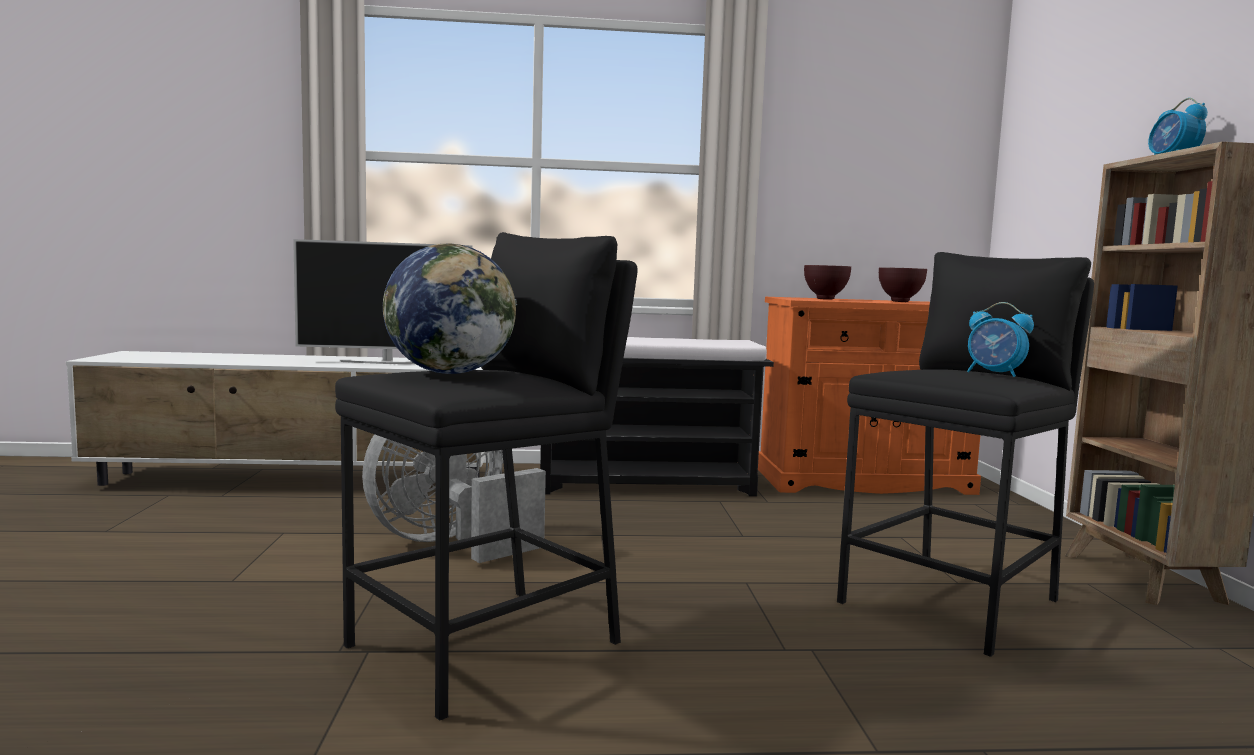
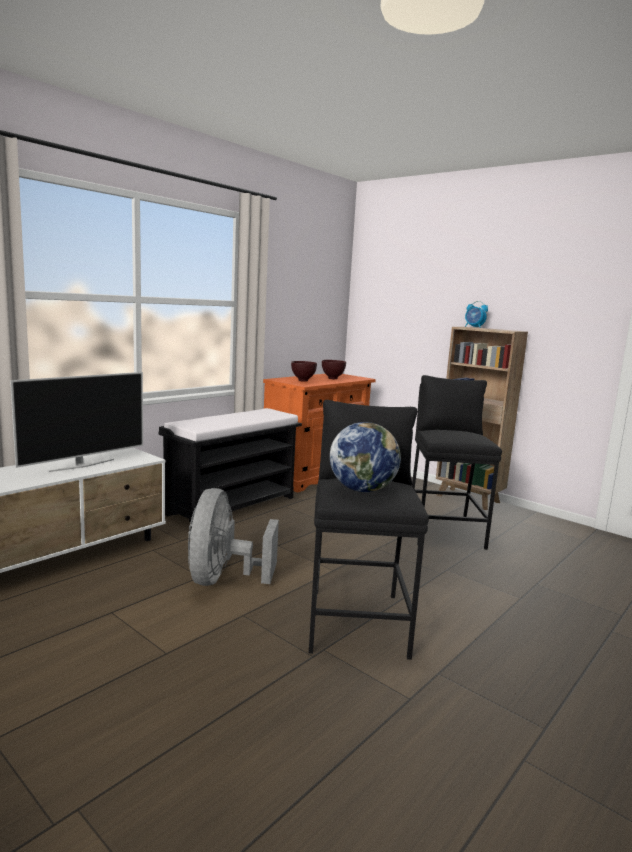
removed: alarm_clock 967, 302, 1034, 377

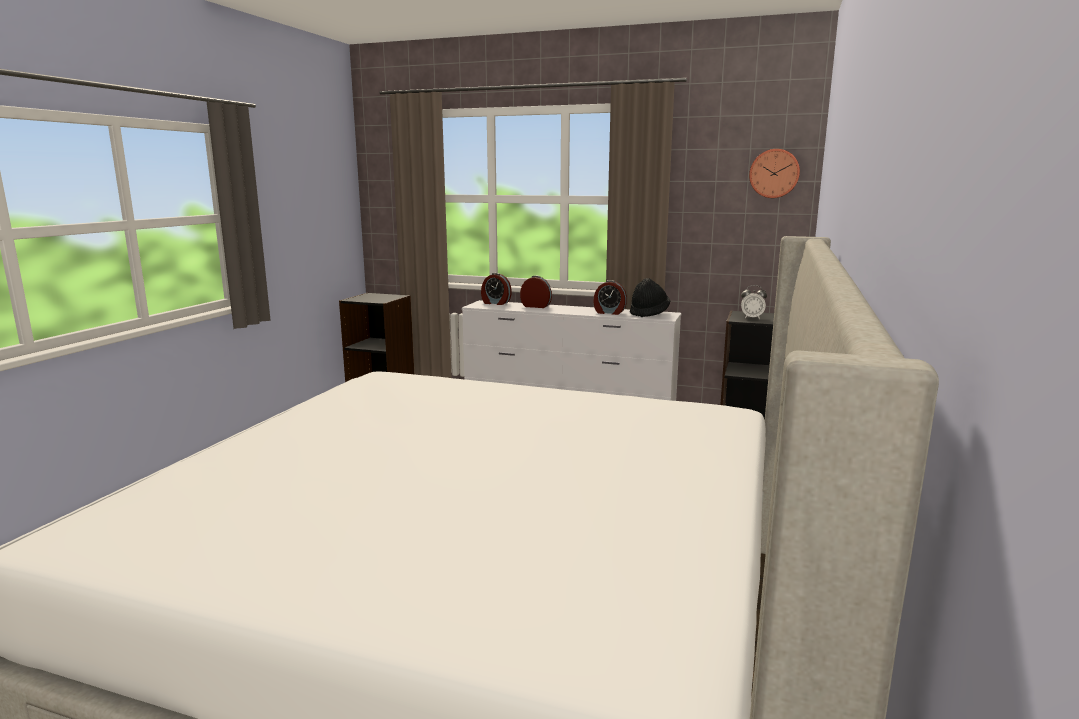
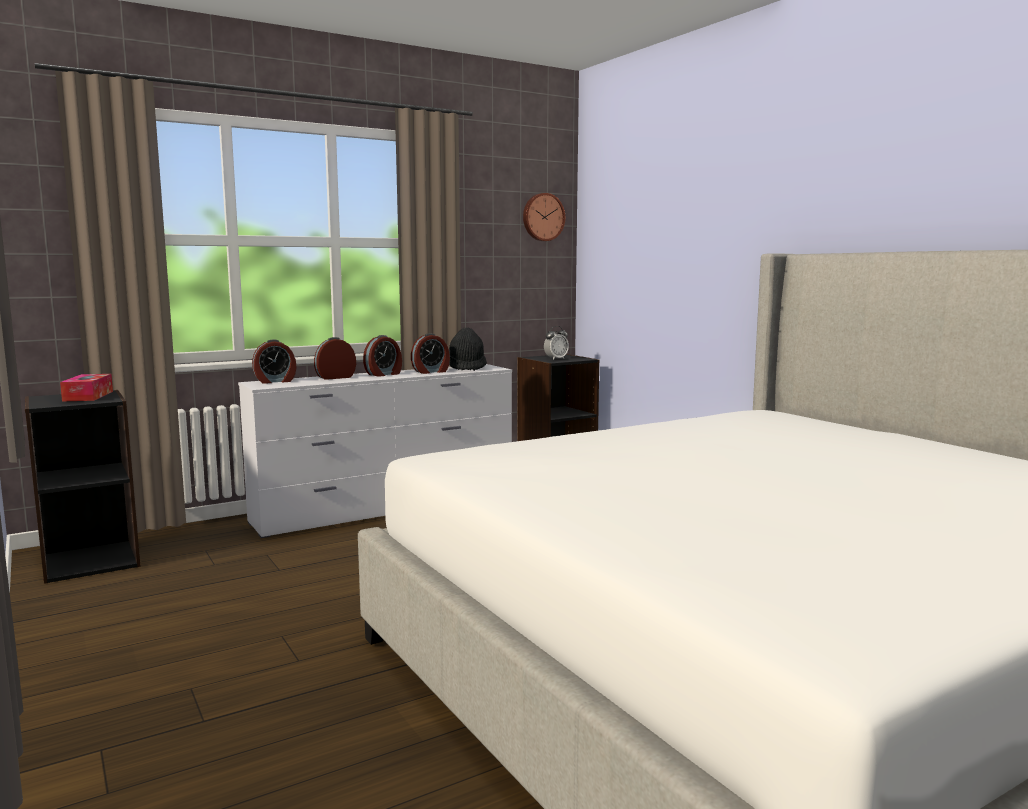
added: tissue_holder 60, 374, 113, 401; alarm_clock 363, 335, 402, 377

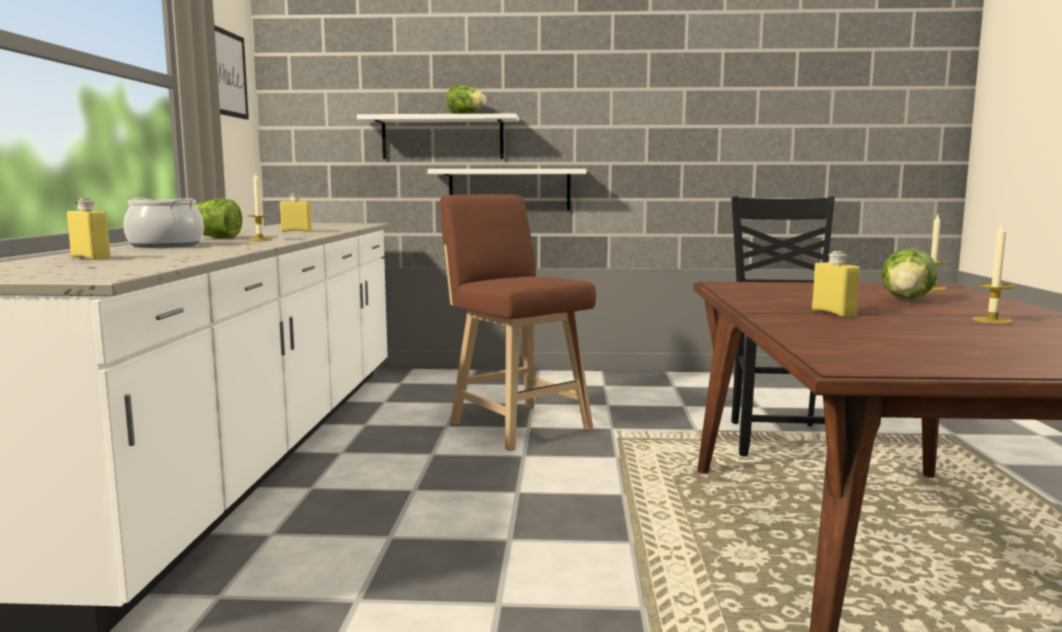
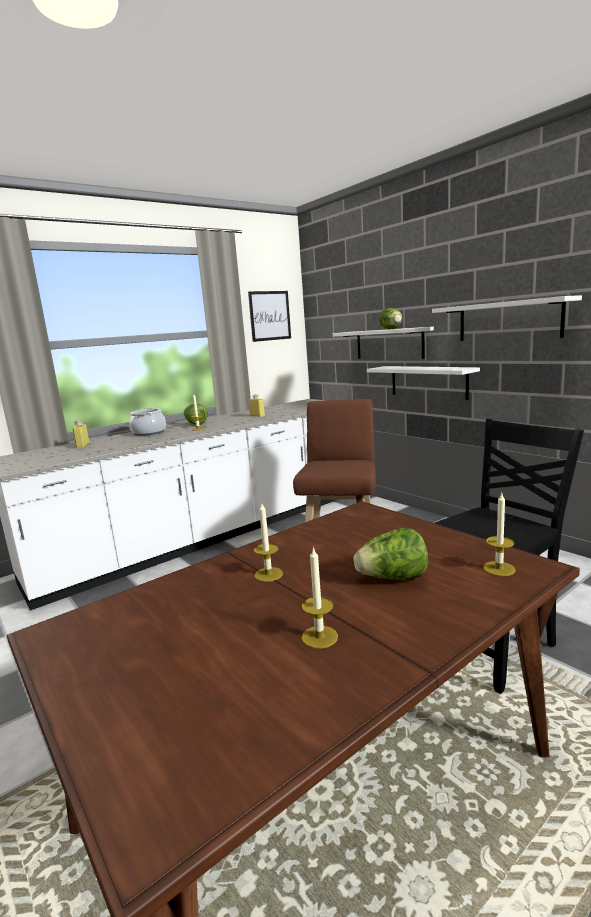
added: white_bracket_shelf 432, 295, 582, 341
replaced: yellow-coloured_beverage_bottle 812, 251, 860, 317 to wax_candle 254, 502, 283, 582

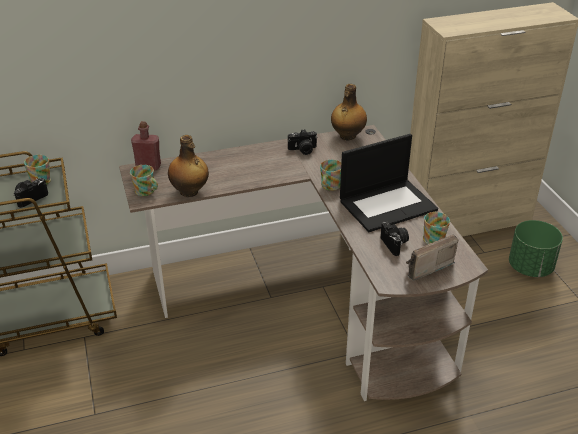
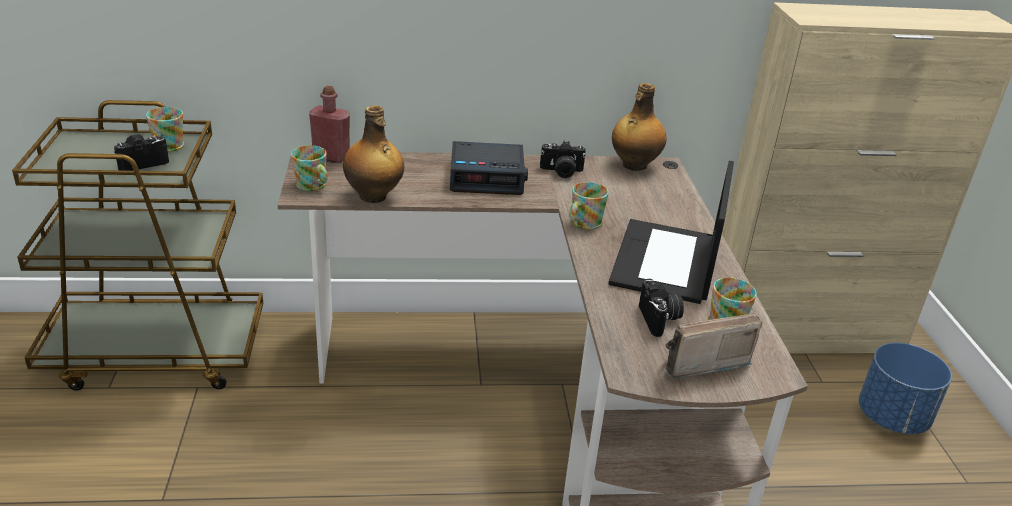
added: alarm_clock 450, 141, 528, 195
recoloured: green_flower_pot 509, 220, 563, 277 to bluish_flower_pot 859, 343, 952, 434
turned: laptop 340, 134, 438, 232 = 608, 161, 734, 304 120 degrees clockwise

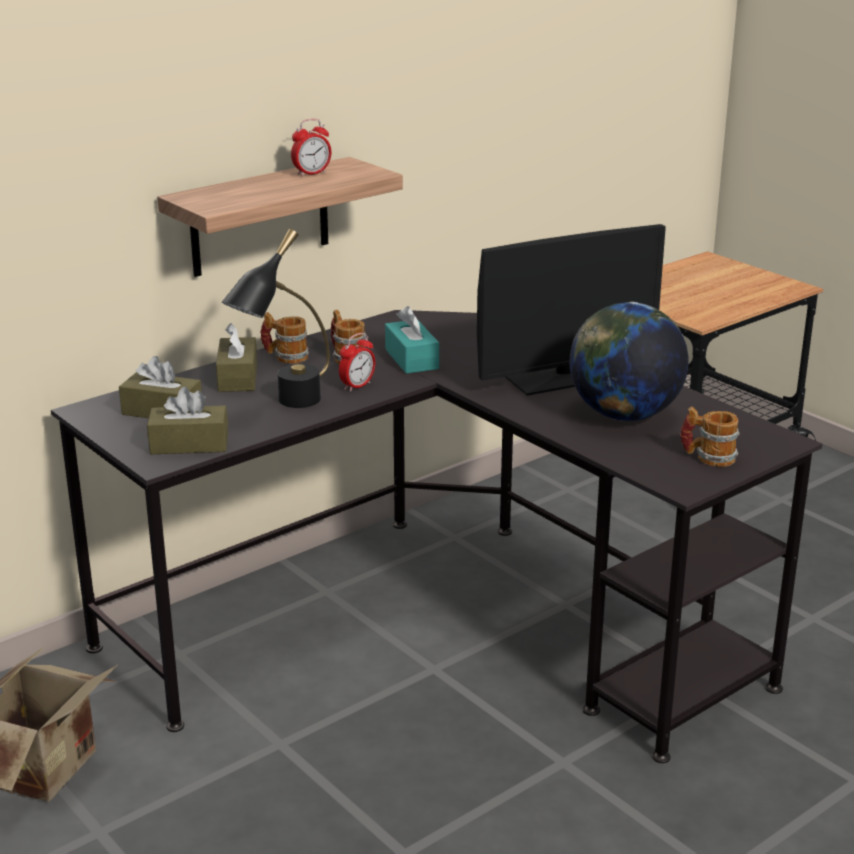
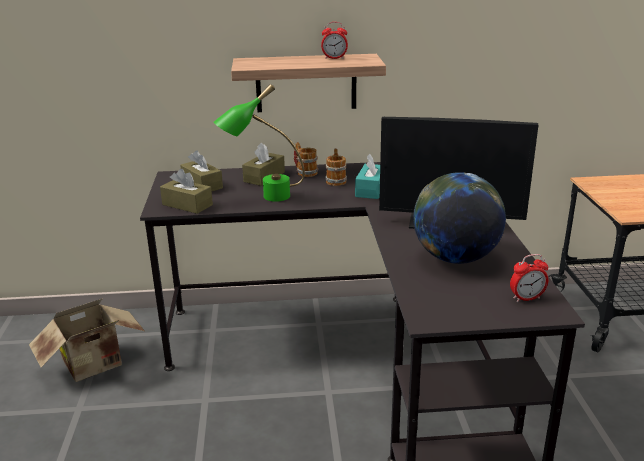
removed: coffee_mug 680, 407, 740, 467
moved: alarm_clock 339, 333, 375, 392 to 510, 254, 548, 302
recoloured: black_tabletop_lamp 222, 229, 330, 408 to green_tabletop_lamp 214, 84, 305, 202

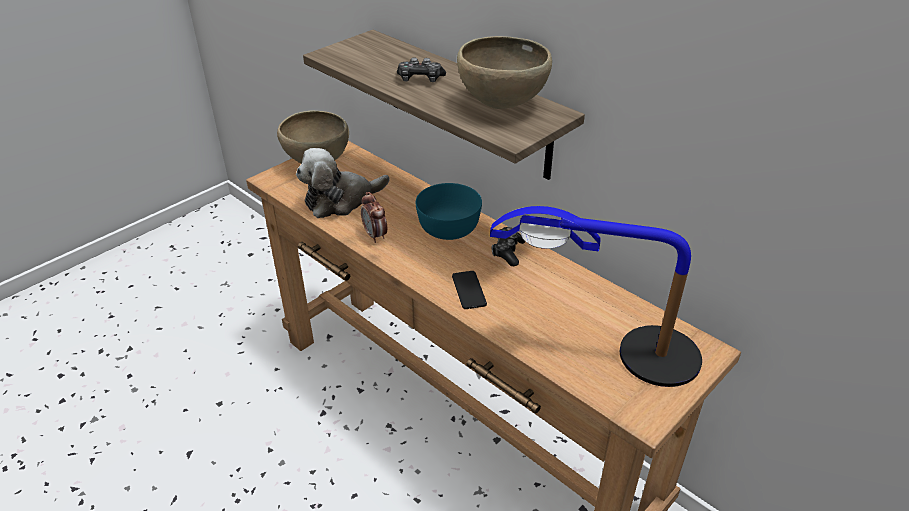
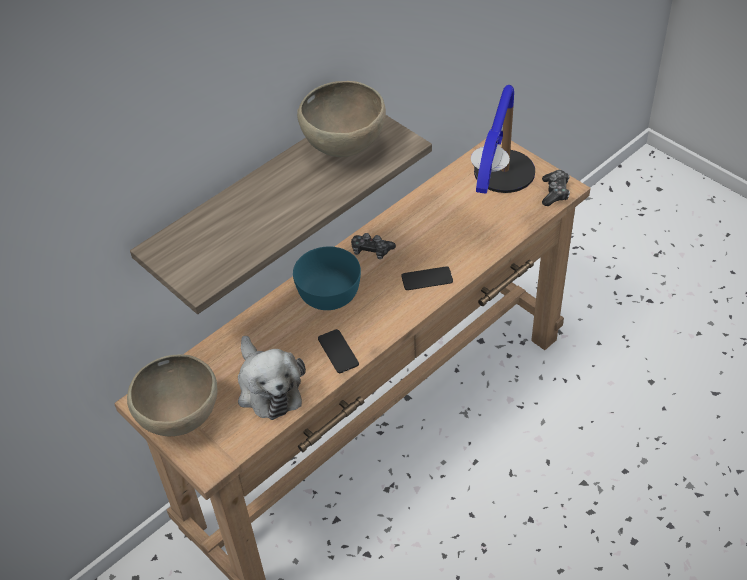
moved: gamepad 397, 57, 446, 82 to 542, 170, 570, 206
replaced: alarm_clock 361, 192, 387, 243 to phone 318, 329, 359, 373

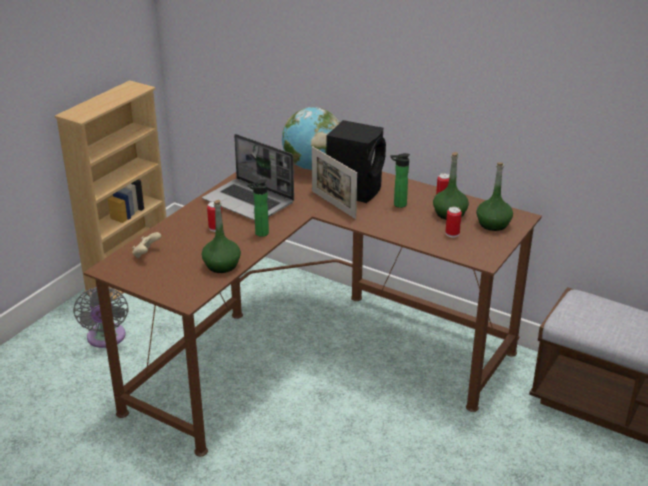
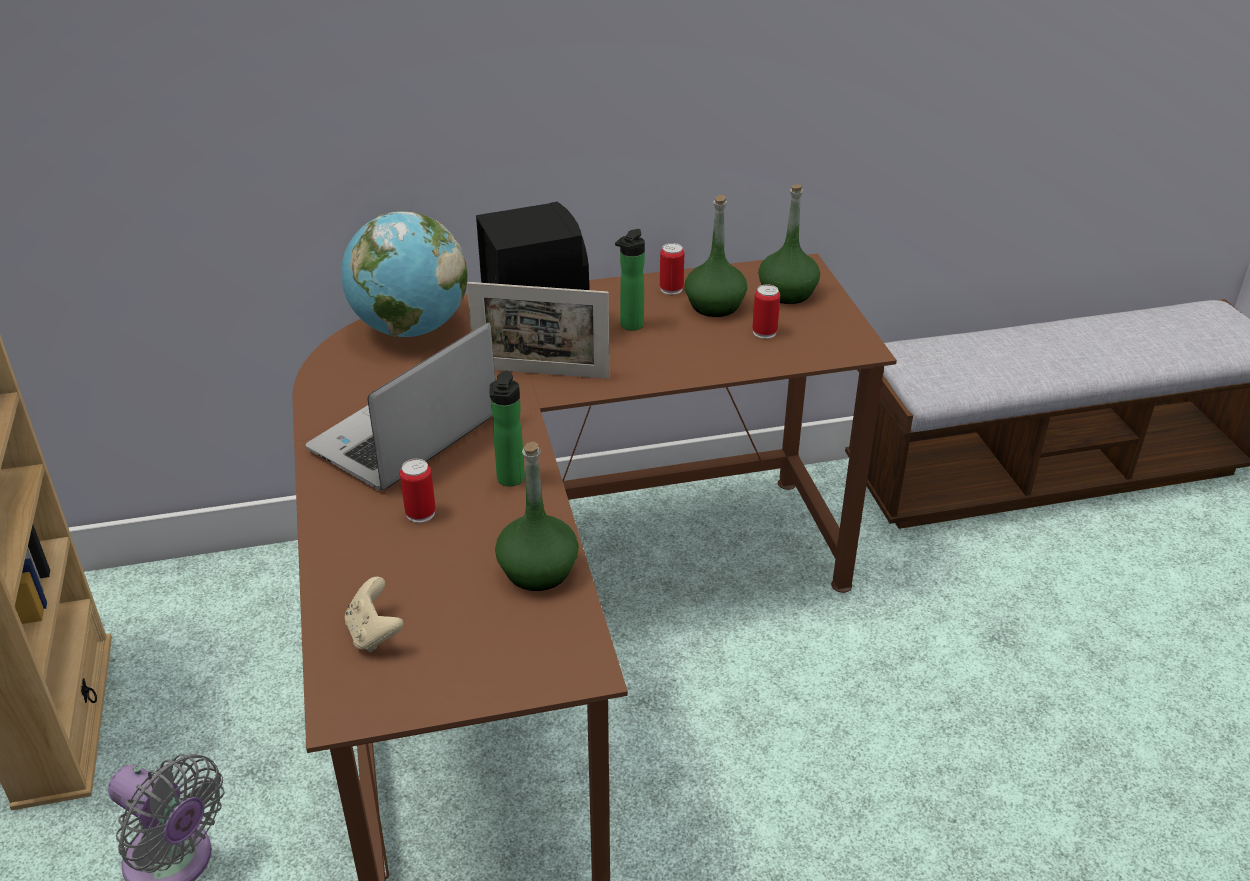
turned: laptop 202, 134, 294, 221 = 306, 323, 495, 490 135 degrees clockwise

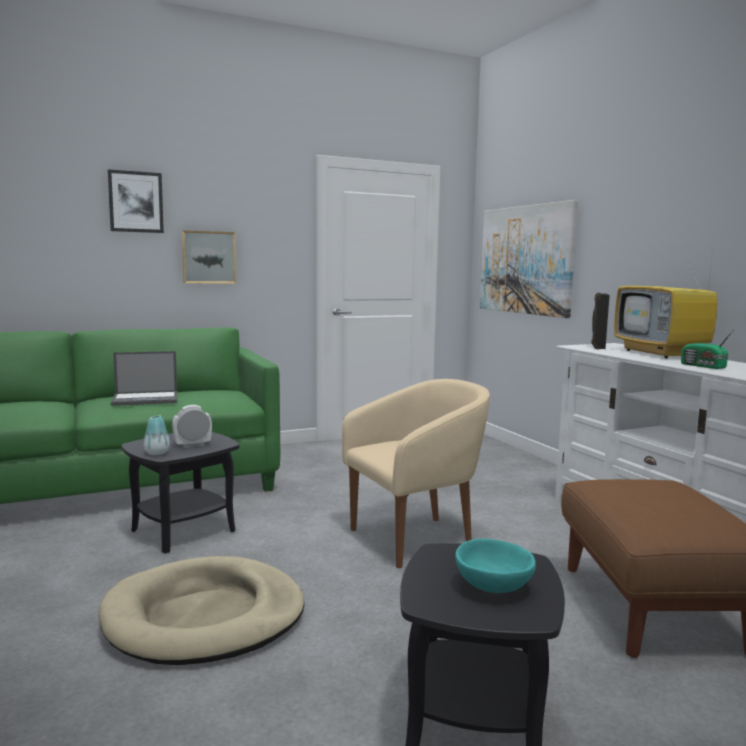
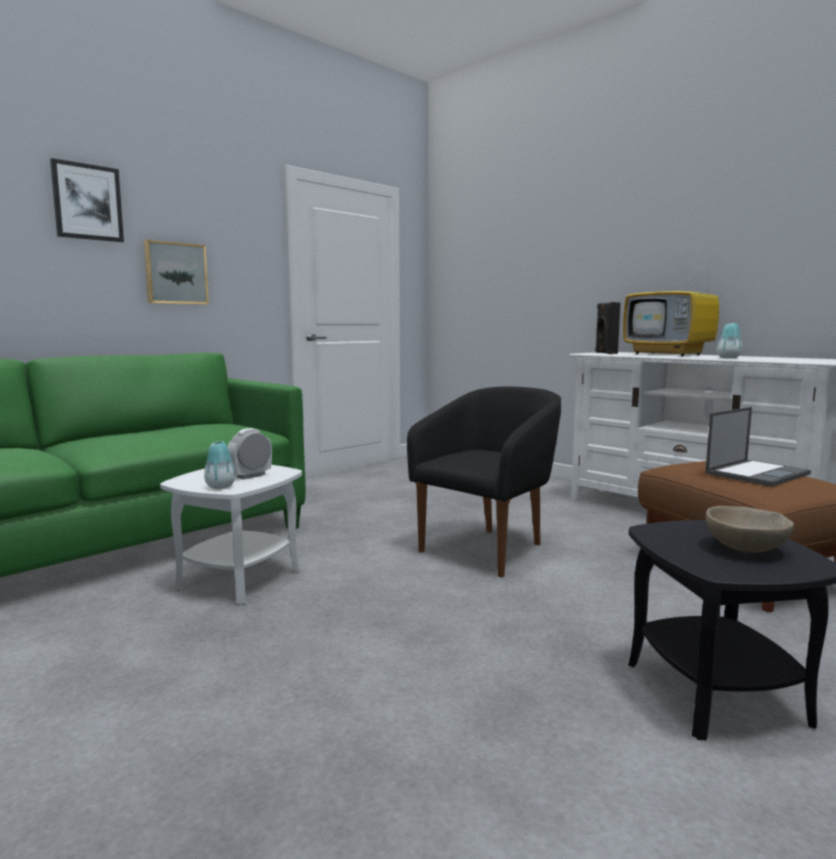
removed: sand-coloured_dog_bed 99, 556, 304, 665; wall_art 480, 200, 578, 318
moved: laptop 111, 351, 177, 406 to 705, 407, 811, 487
replaced: radio 681, 328, 735, 369 to flower_vase 717, 323, 742, 358
recoloured: black_side_table 122, 432, 240, 553 to white_side_table 160, 465, 302, 605; sand-coloured_easy_chair 342, 379, 490, 568 to black_easy_chair 407, 386, 561, 577; turquoise-coloured_serving_bowl 455, 538, 536, 593 to sand-coloured_serving_bowl 705, 506, 794, 553

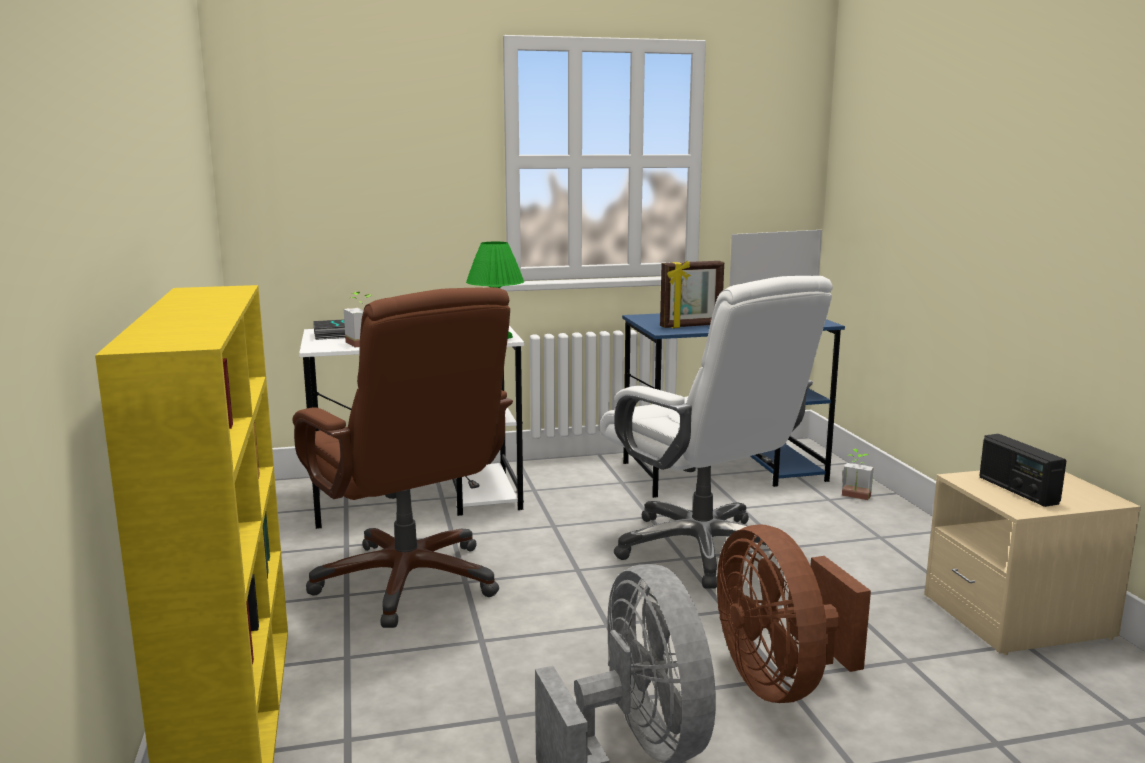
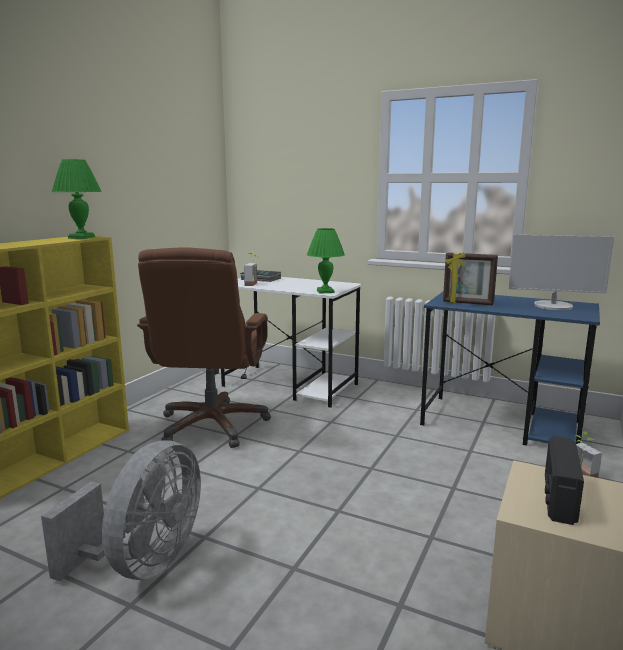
removed: white_office_chair 600, 276, 833, 589; brownish_fan 717, 525, 871, 703
added: green_tabletop_lamp 52, 159, 102, 239

